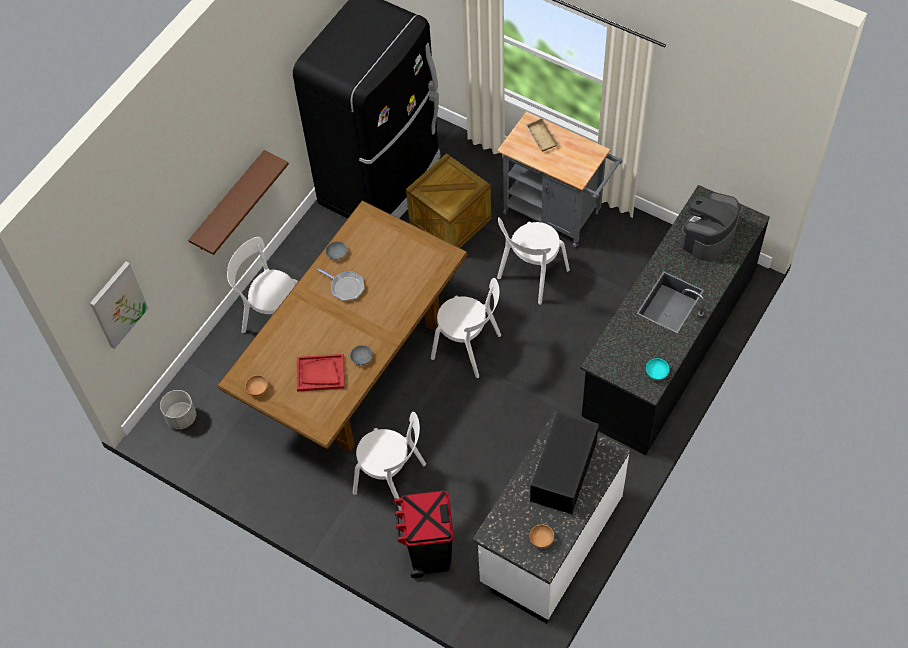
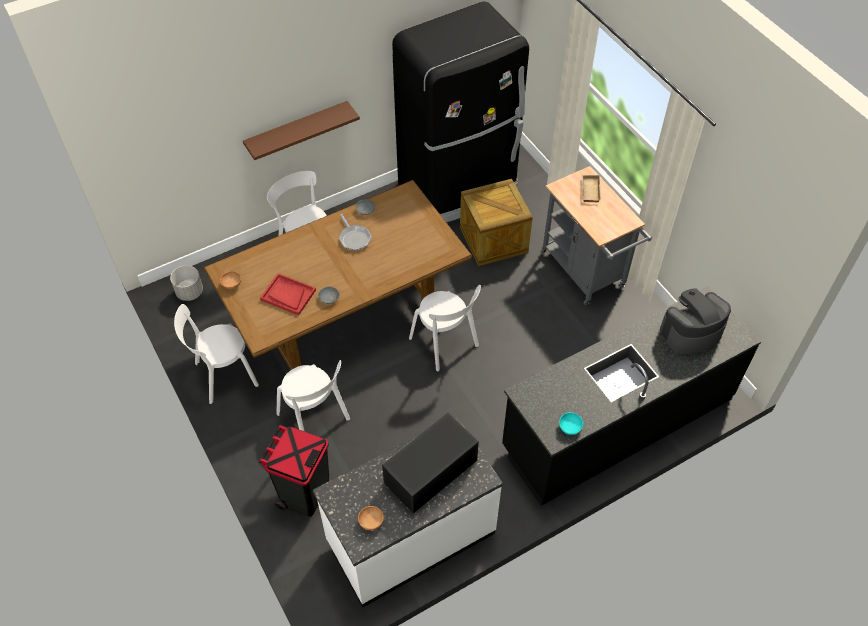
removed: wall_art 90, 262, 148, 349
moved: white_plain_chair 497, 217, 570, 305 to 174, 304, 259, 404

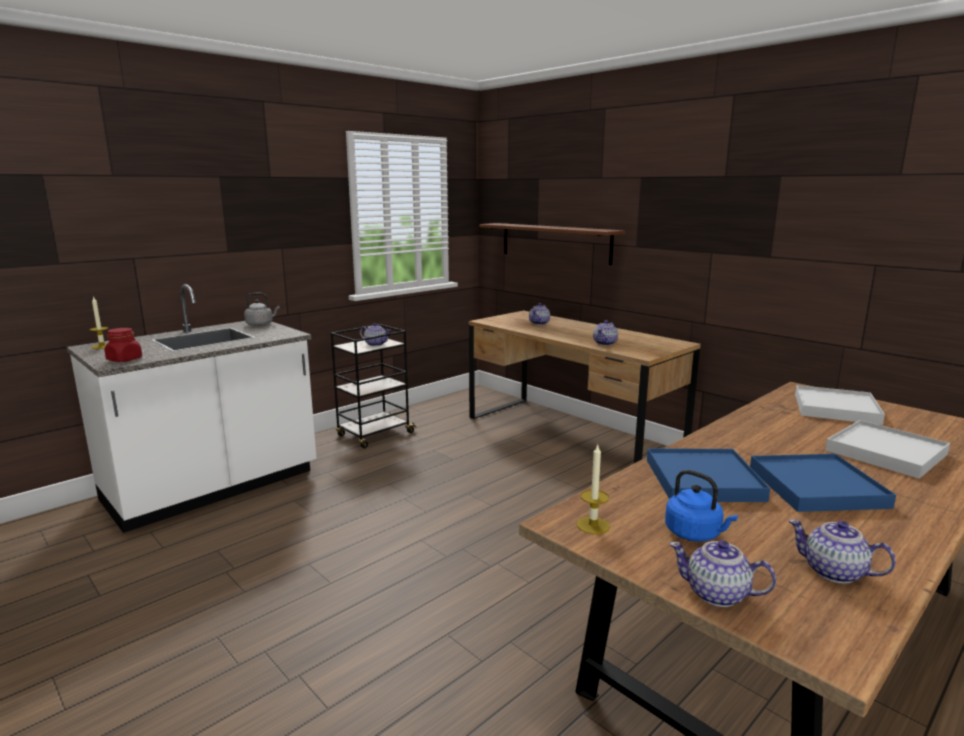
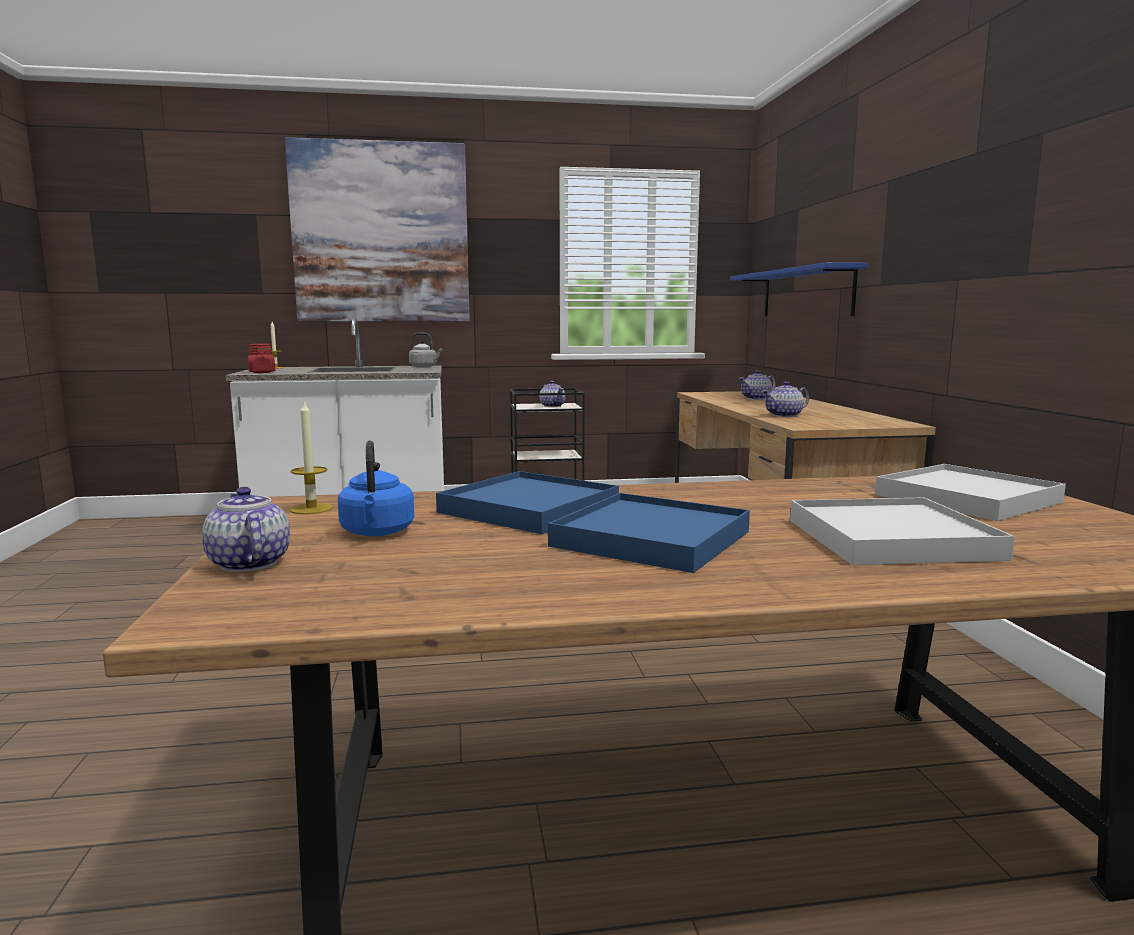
removed: pot_for_tea 788, 519, 896, 584
added: wall_art 285, 137, 470, 321
recoloured: brownish_bracket_shelf 479, 223, 625, 265 to bluish_bracket_shelf 730, 262, 868, 317

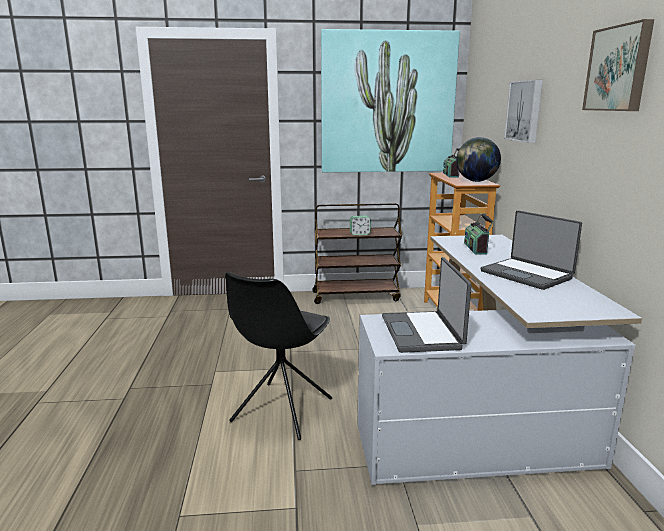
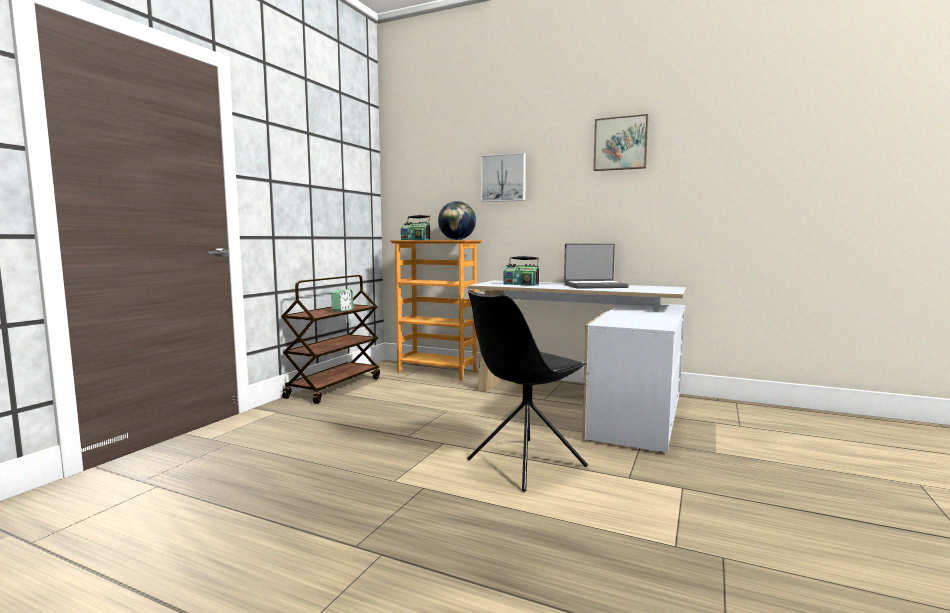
removed: wall_art 321, 29, 460, 173; laptop 382, 257, 471, 353
turned: black_plain_chair 225, 272, 332, 440 = 467, 290, 588, 492 90 degrees clockwise

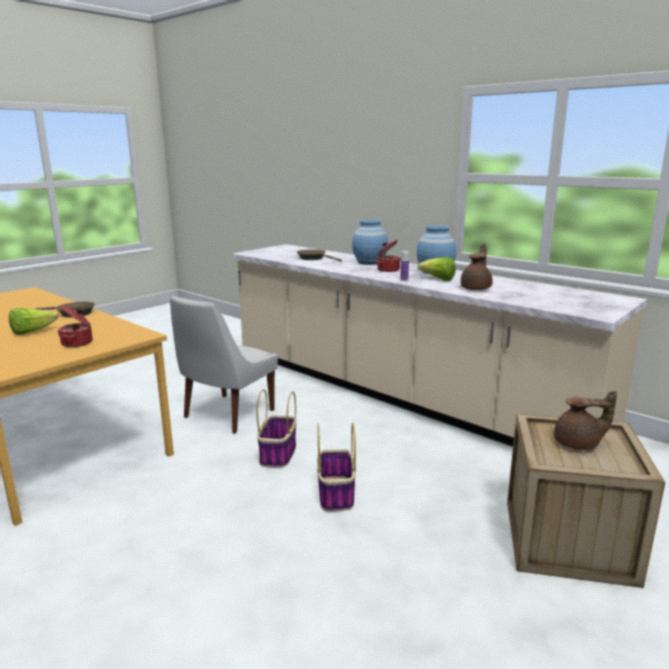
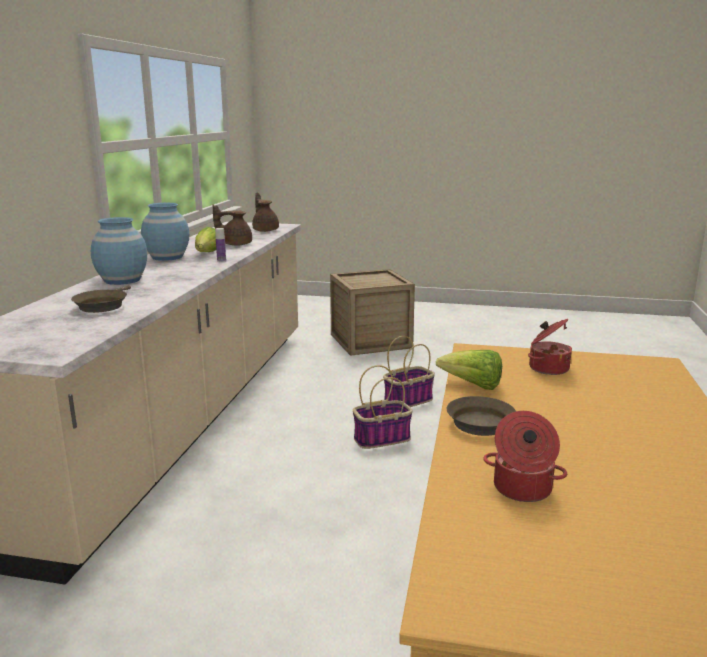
removed: white_plain_chair 170, 296, 278, 434
moved: brownish_pot_for_tea 554, 391, 617, 450 to 252, 192, 279, 232; lettuce 9, 308, 58, 335 to 436, 350, 502, 390; cooking_pot 375, 240, 401, 272 to 483, 411, 567, 502

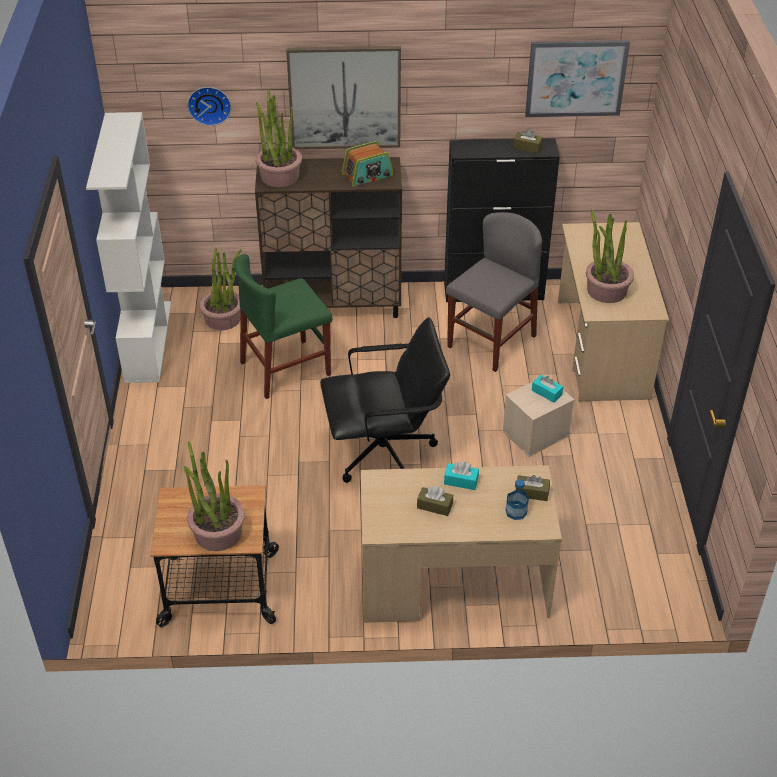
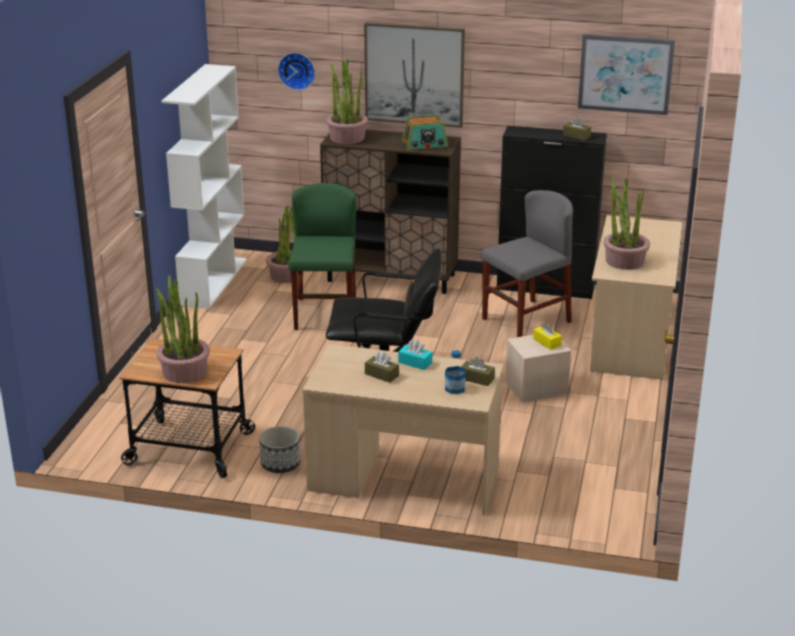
added: flower_pot 259, 426, 301, 473
recoloured: turquoise-coloured_tissue_holder 532, 375, 563, 402 to yellow-coloured_tissue_holder 533, 323, 562, 350
turned: green_plain_chair 234, 254, 332, 399 = 288, 183, 356, 330 105 degrees clockwise

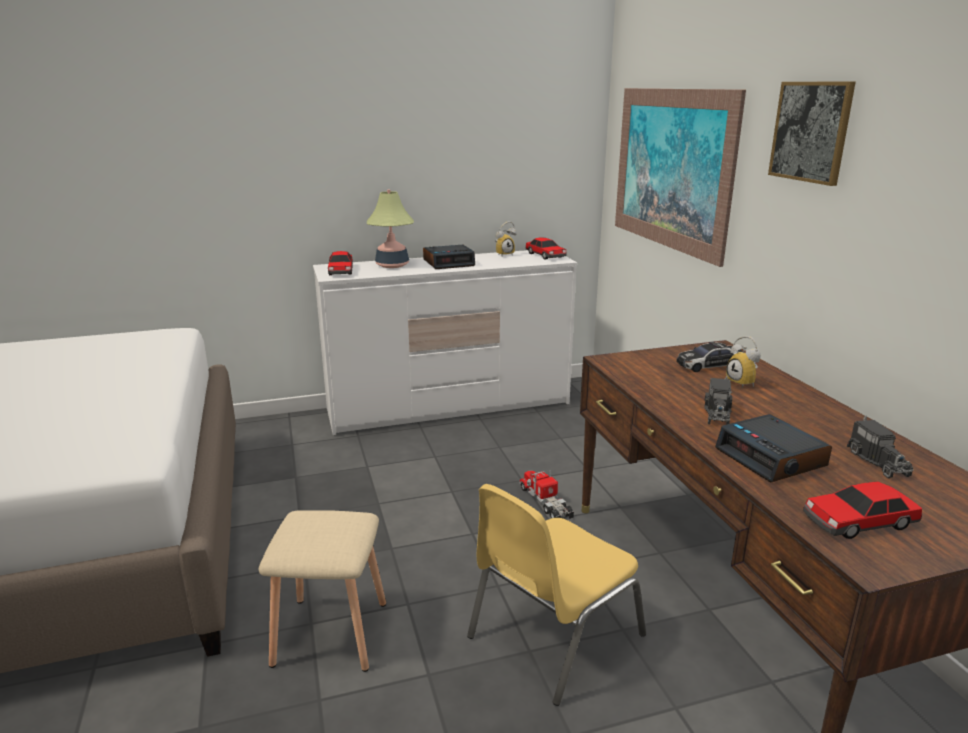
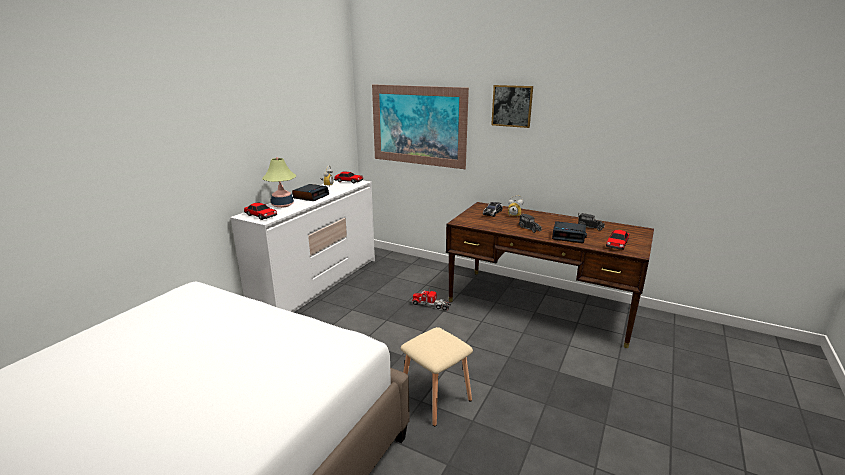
removed: yellow-coloured_plain_chair 467, 484, 646, 706

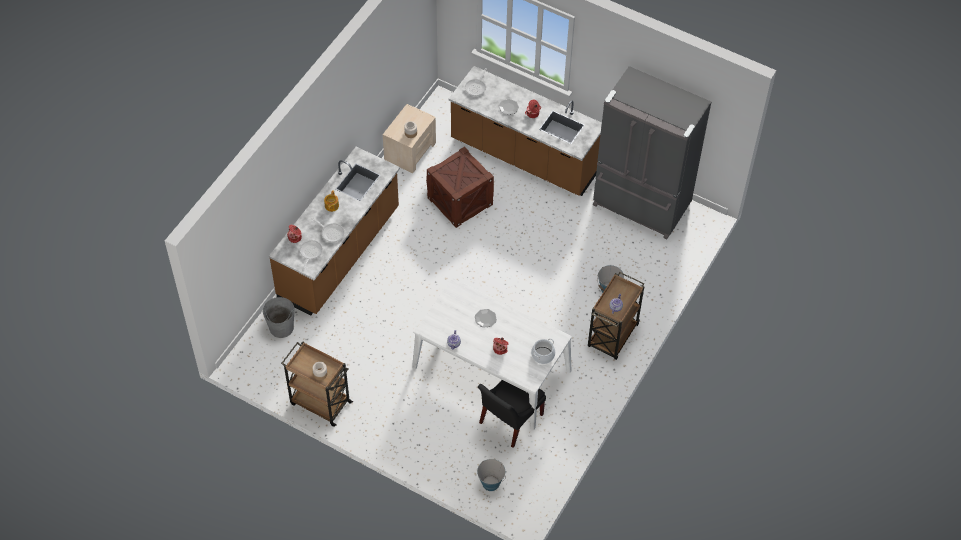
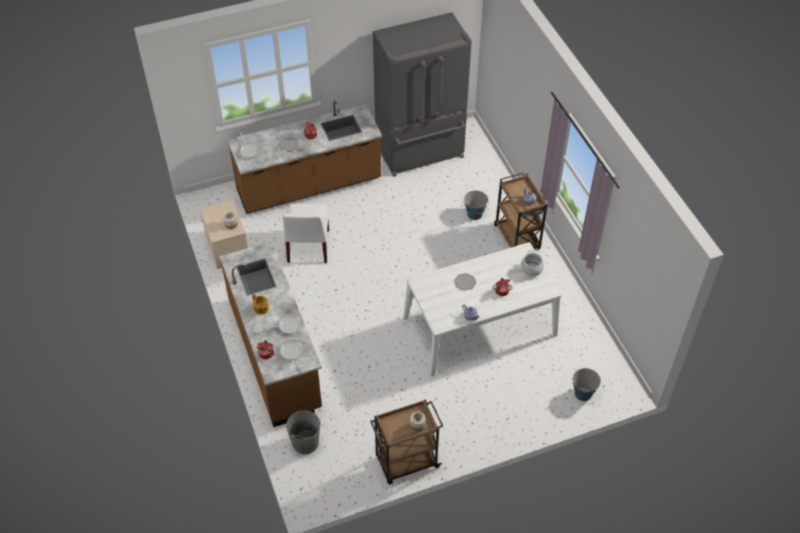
removed: black_plain_chair 478, 380, 546, 448
replaced: crate 426, 147, 494, 228 to white_plain_chair 282, 203, 329, 263

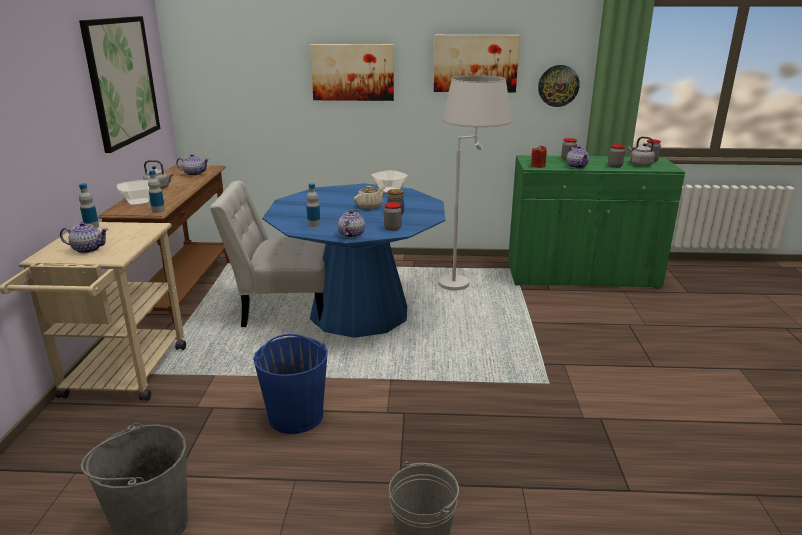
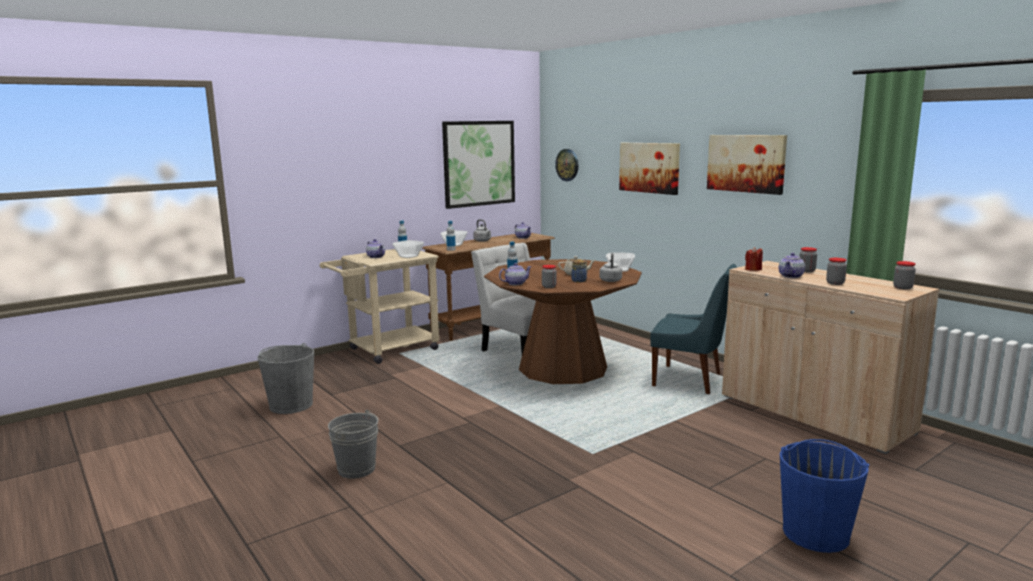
added: serving_bowl 392, 240, 424, 258
moved: hanging_clock 538, 65, 580, 107 to 555, 149, 578, 181; gray_water_kettle 628, 137, 655, 166 to 599, 253, 622, 282; bluish_pail 253, 334, 328, 434 to 780, 439, 869, 553
replaced: white_floor_lamp 438, 75, 512, 290 to bluish_plain_chair 650, 264, 738, 394
recoloured: bluish_dinner_table 262, 184, 445, 338 to brownish_dinner_table 484, 259, 642, 384; green_cabinet 508, 155, 685, 289 to sand-coloured_cabinet 722, 261, 939, 454

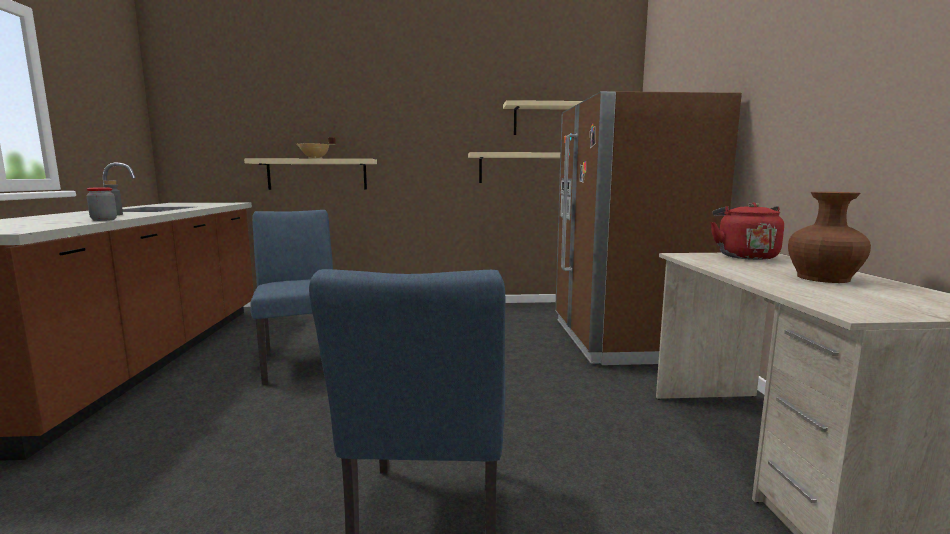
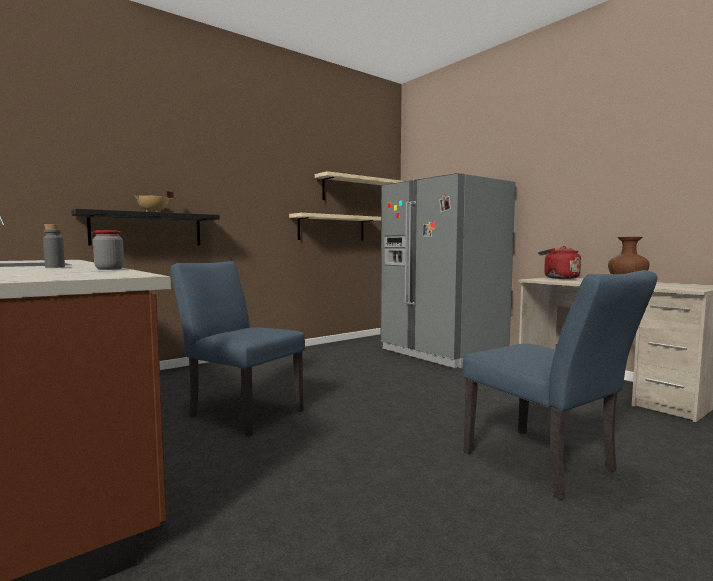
recoloured: sand-coloured_bracket_shelf 244, 159, 377, 190 to black_bracket_shelf 71, 209, 220, 246; brownish_fridge 555, 91, 742, 365 to gray_fridge 380, 173, 515, 368

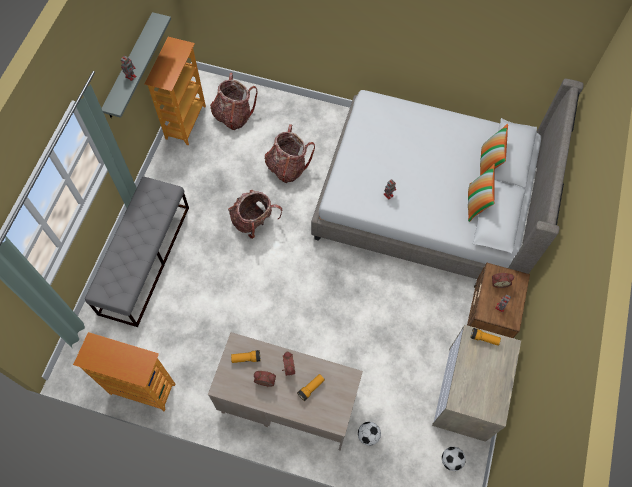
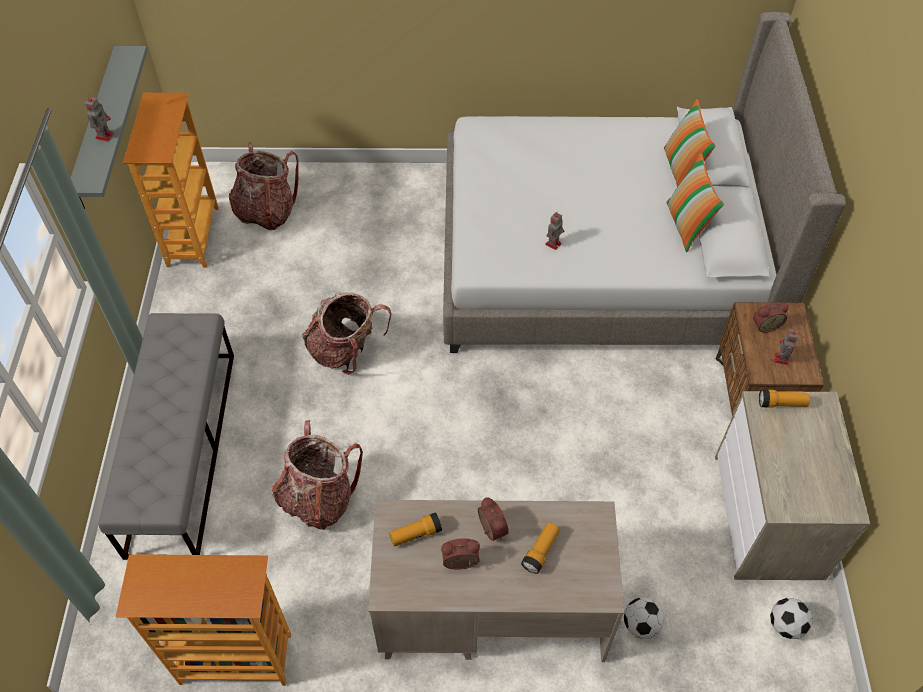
moved: knapsack 264, 124, 315, 183 to 272, 420, 363, 530

